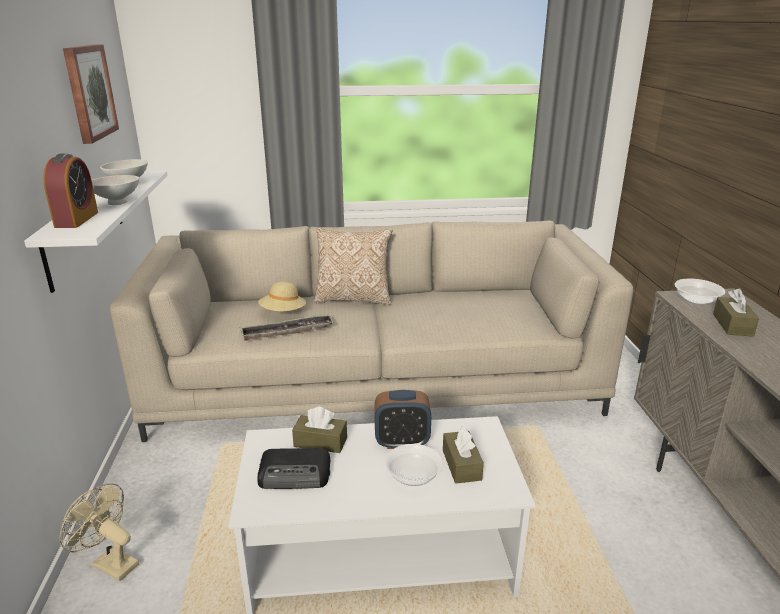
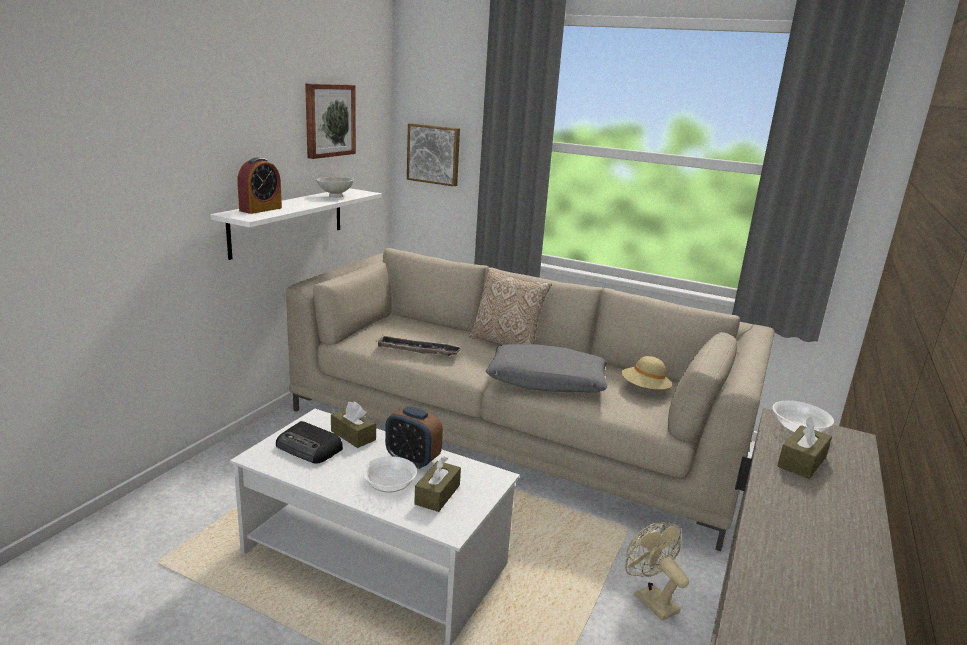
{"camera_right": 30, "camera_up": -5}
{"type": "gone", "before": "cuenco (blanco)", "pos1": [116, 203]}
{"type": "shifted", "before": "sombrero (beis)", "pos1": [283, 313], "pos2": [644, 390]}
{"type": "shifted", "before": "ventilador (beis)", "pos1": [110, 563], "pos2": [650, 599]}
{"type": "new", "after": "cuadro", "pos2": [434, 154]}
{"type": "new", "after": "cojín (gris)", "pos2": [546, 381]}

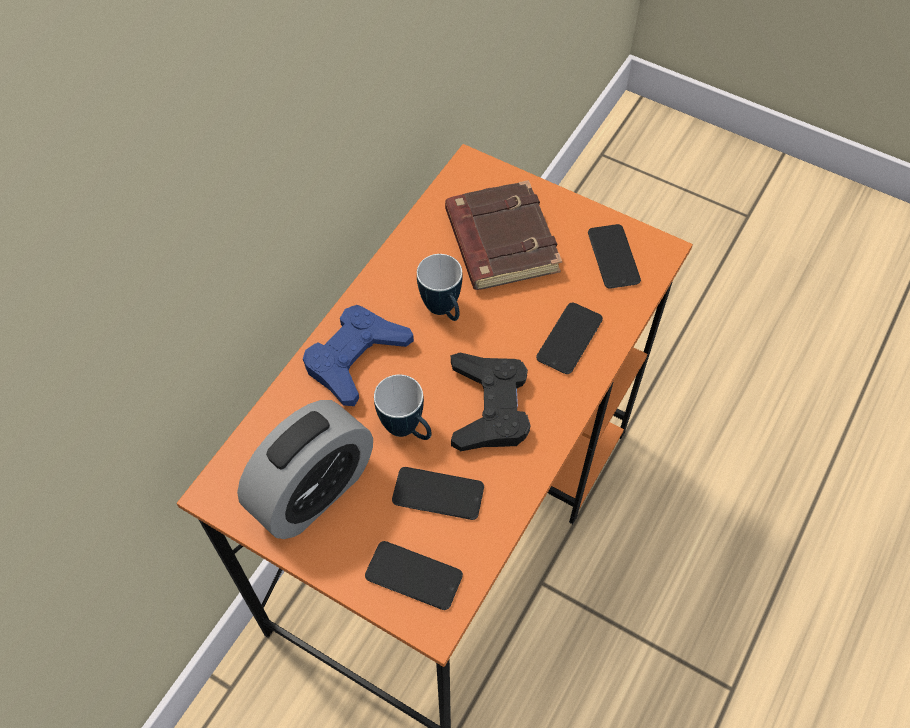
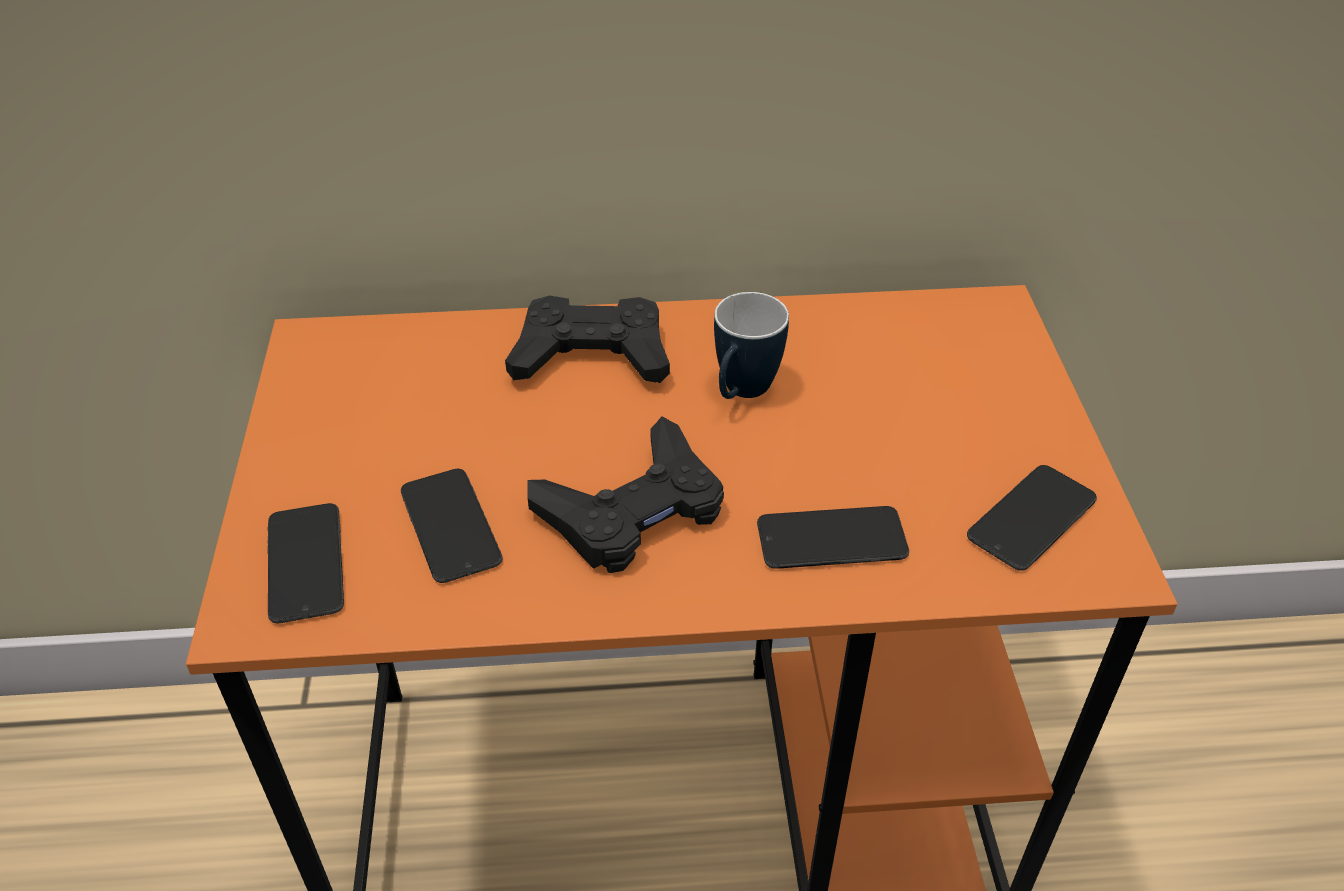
{"camera_right": 55, "camera_up": -15}
{"type": "gone", "before": "libro (marrón)", "pos1": [499, 241]}
{"type": "repainted", "before": "mando de consola (azul)", "after": "mando de consola (negro)", "pos1": [356, 358], "pos2": [591, 354]}
{"type": "gone", "before": "taza grande", "pos1": [408, 431]}
{"type": "gone", "before": "despertador", "pos1": [313, 491]}

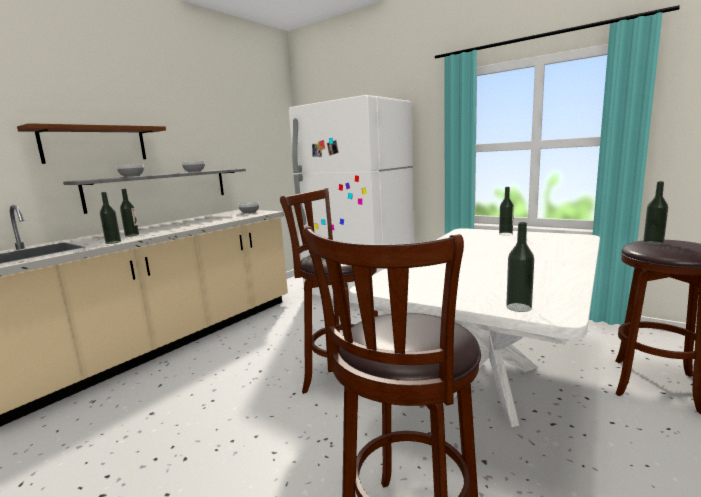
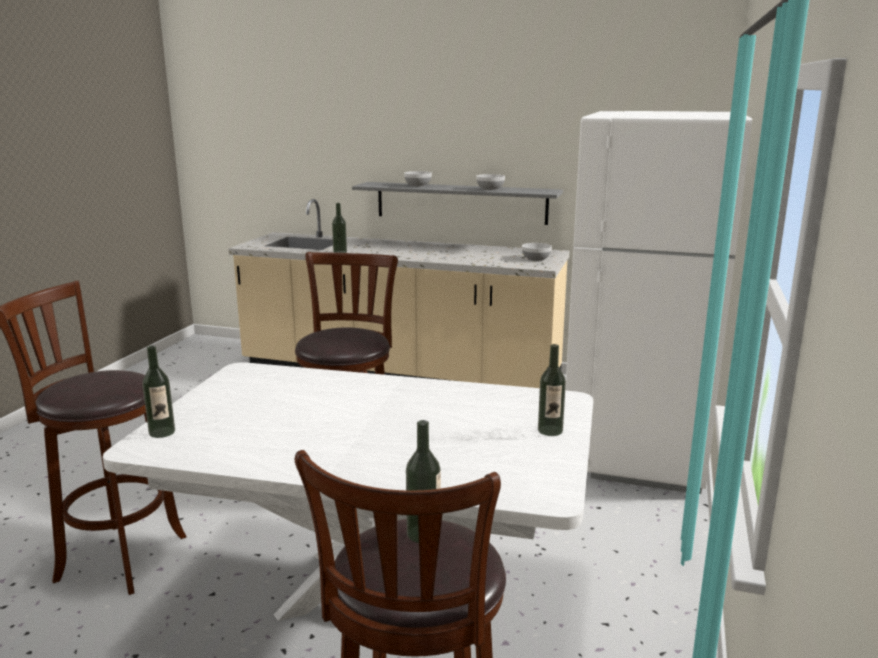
{"camera_right": 70, "camera_up": 5}
{"type": "gone", "before": "estante (marrón)", "pos1": [95, 144]}
{"type": "gone", "before": "botella", "pos1": [132, 235]}

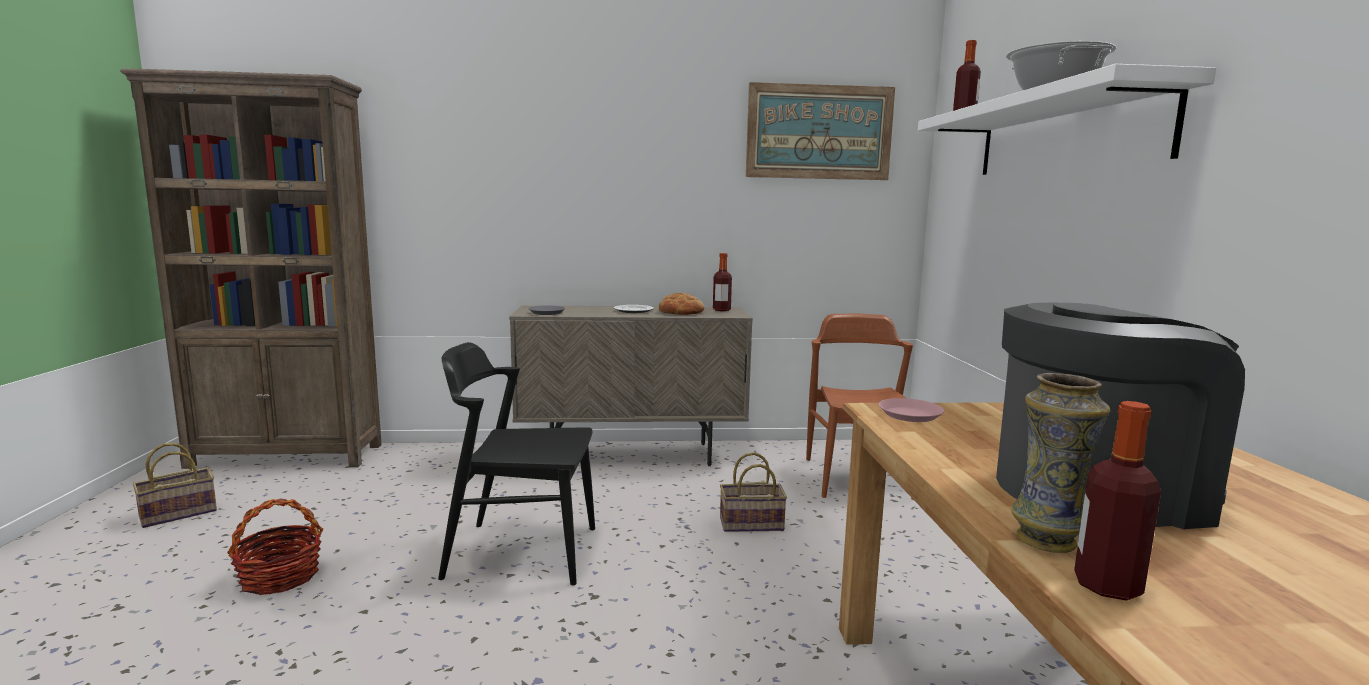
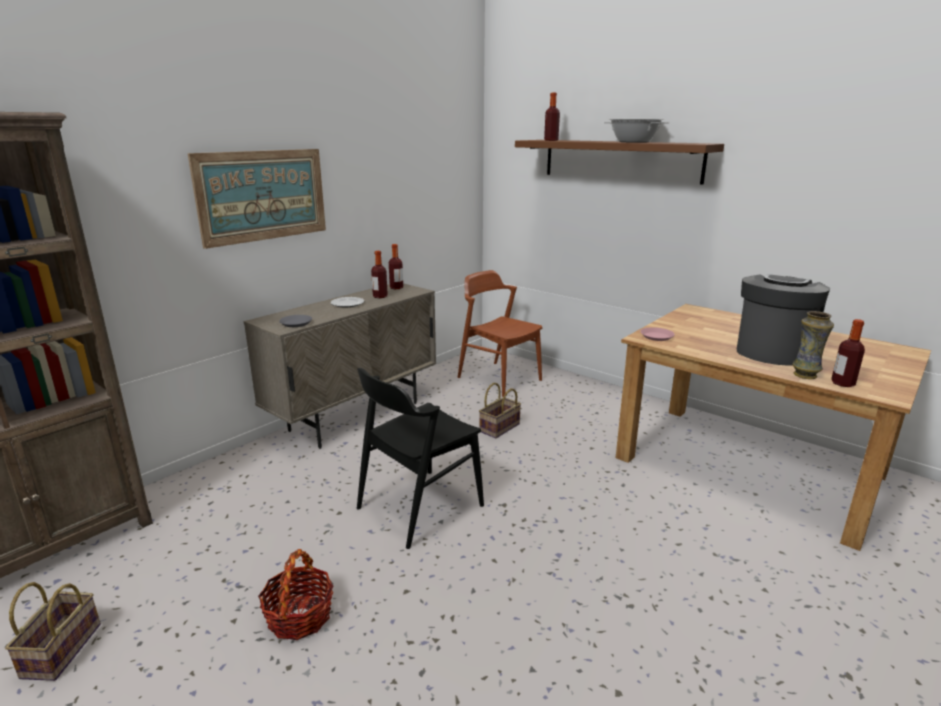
{"camera_right": -45, "camera_up": 10}
{"type": "repainted", "before": "estante (blanco)", "after": "estante (marrón)", "pos1": [1064, 135], "pos2": [620, 160]}
{"type": "shifted", "before": "cuadro", "pos1": [819, 132], "pos2": [263, 195]}
{"type": "swapped", "before": "pan", "after": "botella", "pos1": [681, 312], "pos2": [380, 296]}

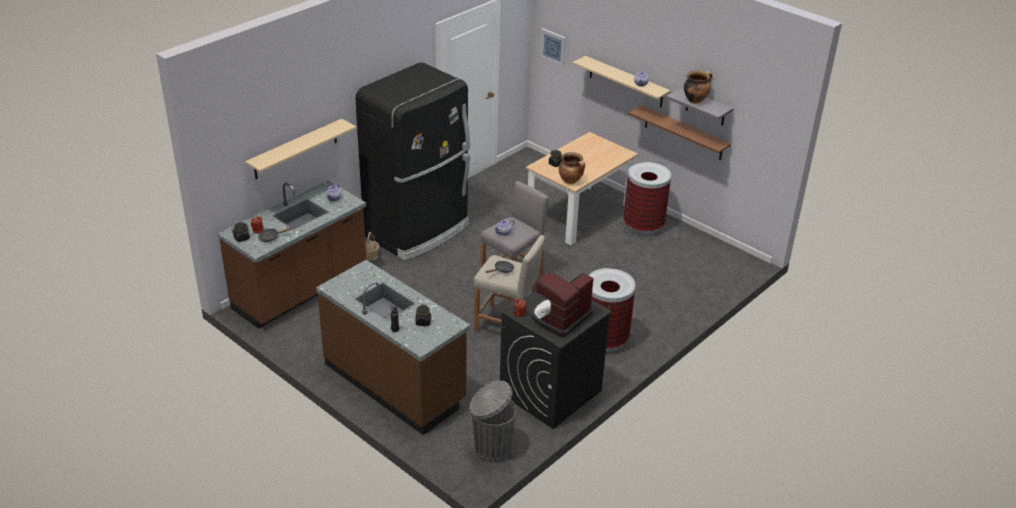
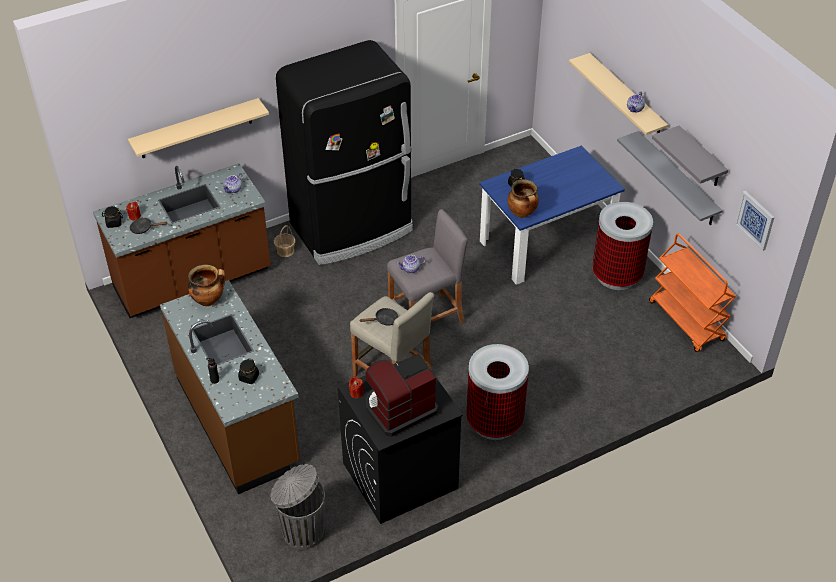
{"camera_right": 20, "camera_up": 10}
{"type": "shifted", "before": "cuadro", "pos1": [553, 47], "pos2": [755, 220]}
{"type": "shifted", "before": "olla", "pos1": [695, 100], "pos2": [209, 300]}
{"type": "repainted", "before": "estante (marrón)", "after": "estante (gris)", "pos1": [683, 133], "pos2": [677, 179]}
{"type": "repainted", "before": "mesa de comedor (beis)", "after": "mesa de comedor (azul)", "pos1": [578, 215], "pos2": [545, 244]}
{"type": "new", "after": "carrito (naranja)", "pos2": [687, 321]}

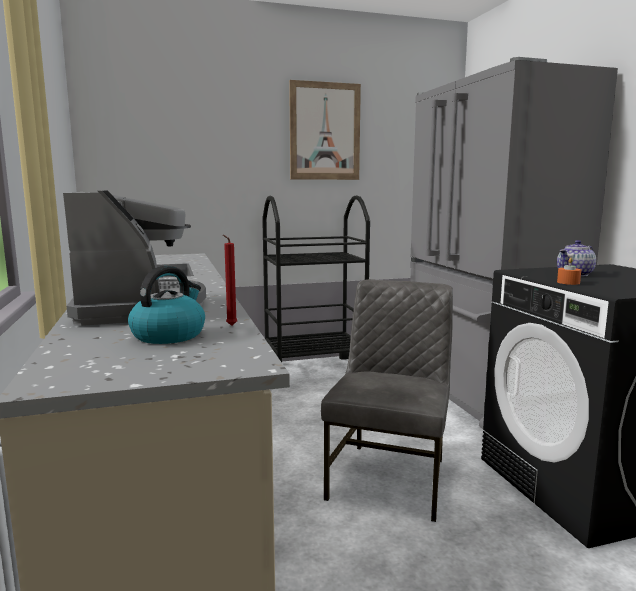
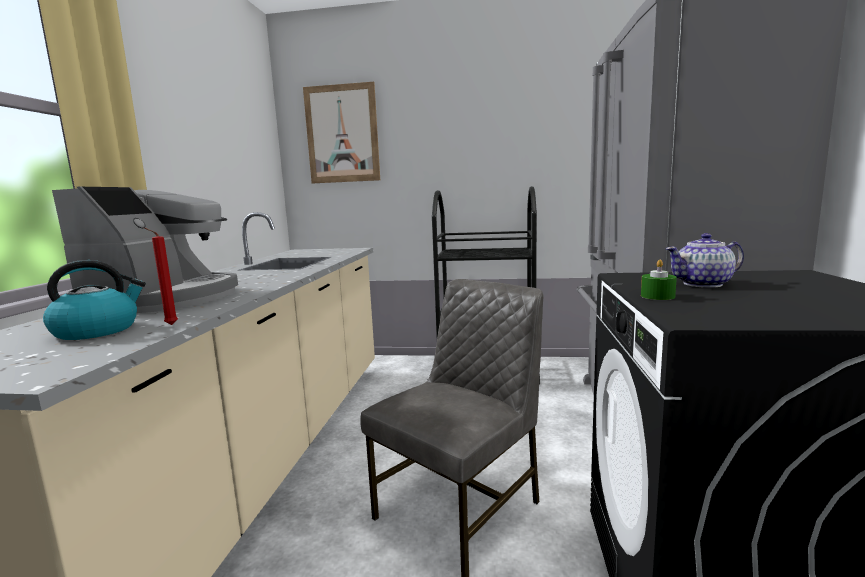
{"camera_right": 25, "camera_up": 0}
{"type": "shifted", "before": "cuadro", "pos1": [325, 131], "pos2": [342, 134]}
{"type": "repainted", "before": "vela (naranja)", "after": "vela (verde)", "pos1": [568, 282], "pos2": [657, 296]}

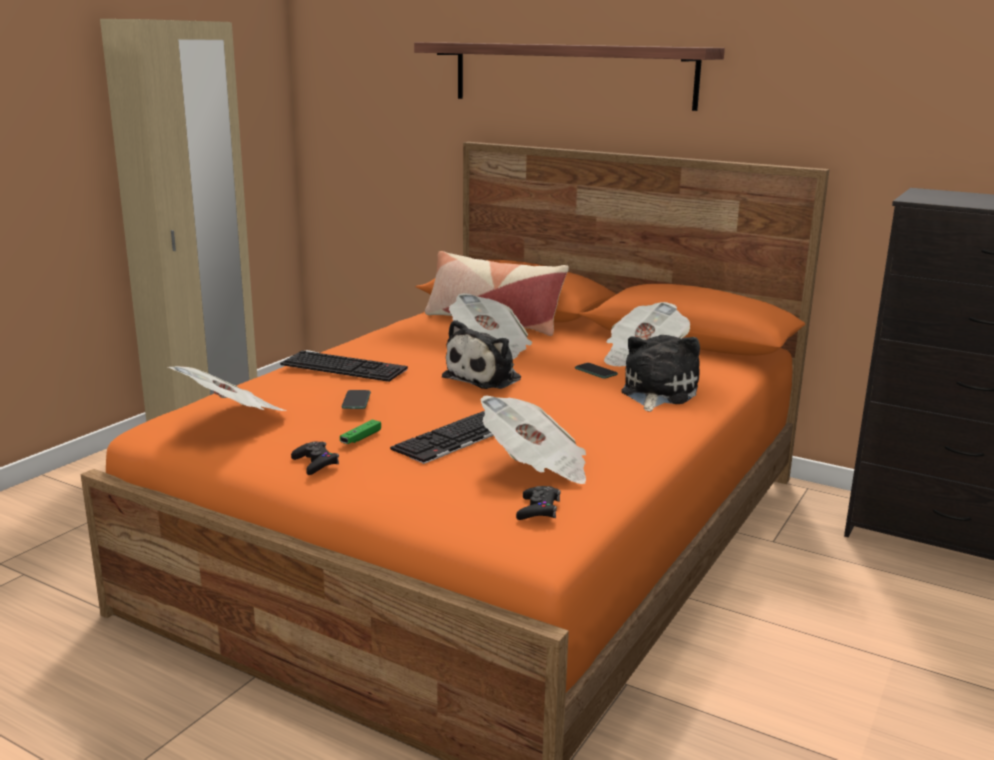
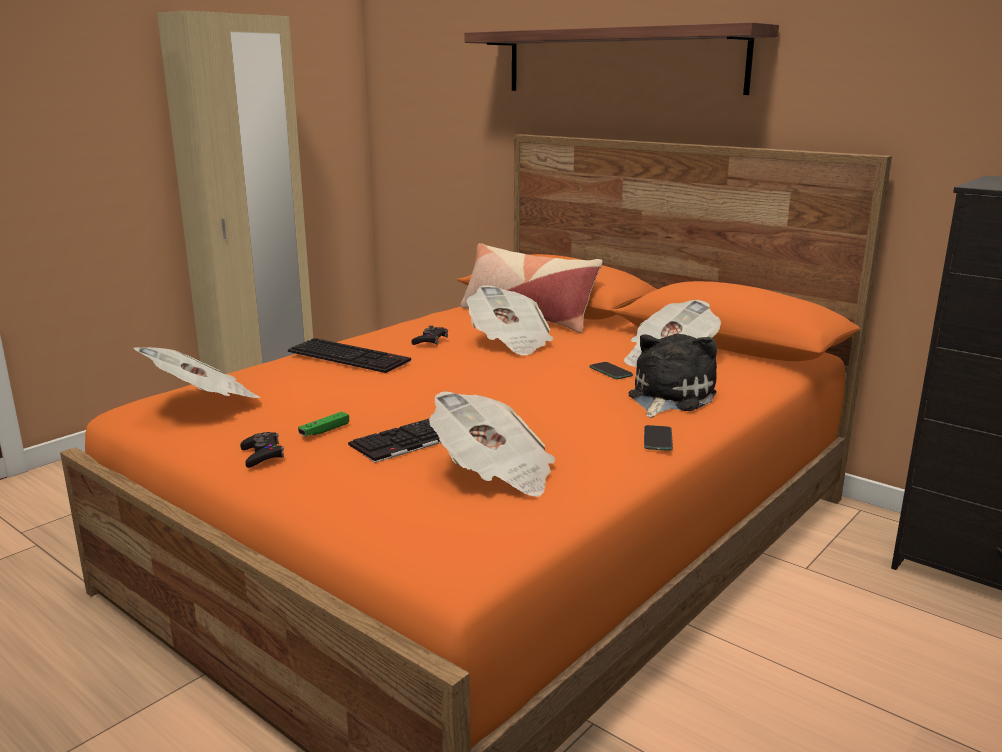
{"camera_right": 10, "camera_up": 0}
{"type": "gone", "before": "peluche", "pos1": [486, 377]}
{"type": "shifted", "before": "móvil", "pos1": [356, 400], "pos2": [658, 439]}
{"type": "shifted", "before": "mando de consola (negro)", "pos1": [538, 509], "pos2": [430, 341]}

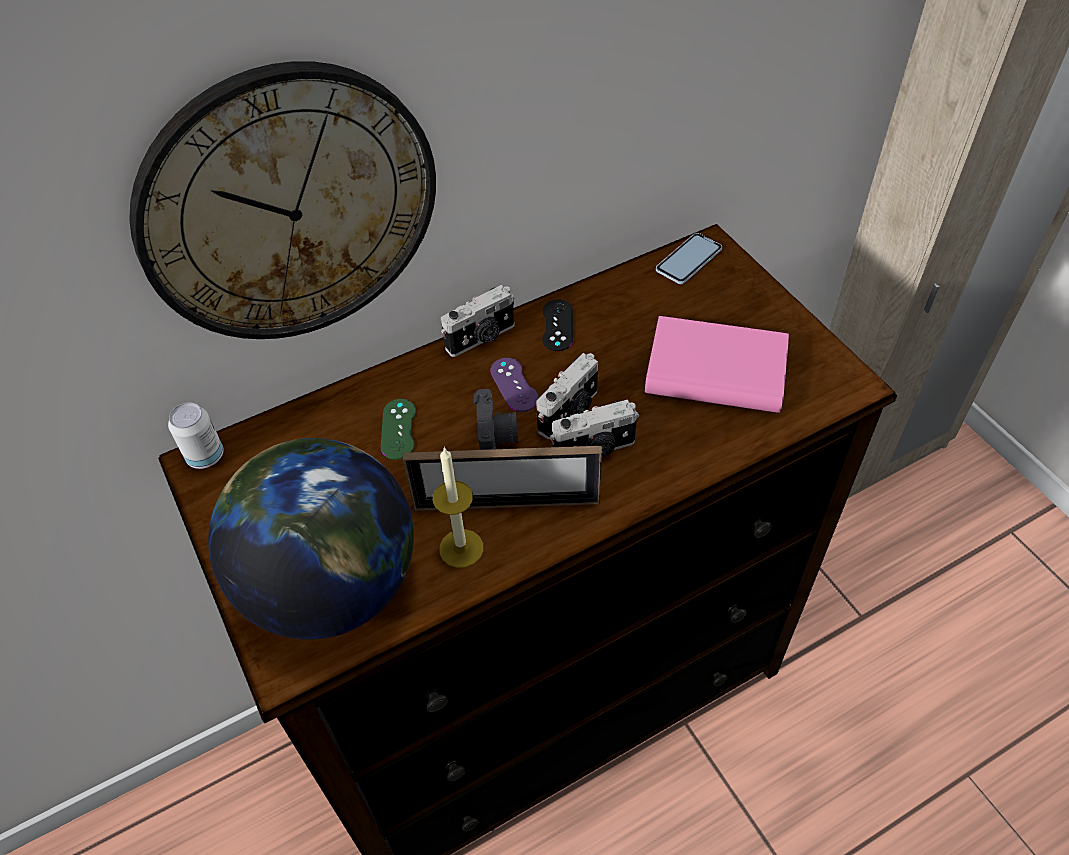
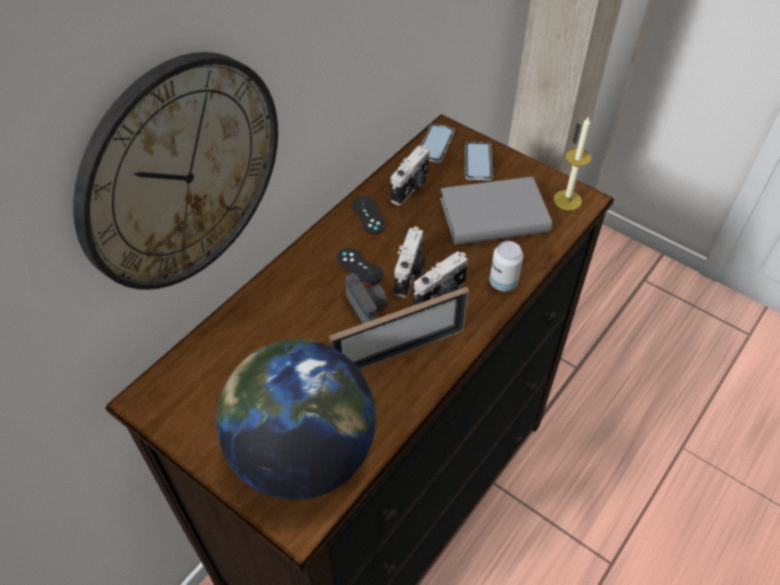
{"camera_right": -25, "camera_up": 0}
{"type": "shifted", "before": "cámara", "pos1": [482, 338], "pos2": [411, 188]}
{"type": "repainted", "before": "libro (rosa)", "after": "libro (gris)", "pos1": [716, 371], "pos2": [494, 216]}
{"type": "repainted", "before": "mando de consola (morado)", "after": "mando de consola (negro)", "pos1": [514, 385], "pos2": [359, 266]}
{"type": "gone", "before": "mando de consola (verde)", "pos1": [398, 429]}
{"type": "shifted", "before": "lata", "pos1": [205, 456], "pos2": [503, 282]}
{"type": "shifted", "before": "vela", "pos1": [461, 548], "pos2": [567, 200]}
{"type": "new", "after": "móvil", "pos2": [478, 162]}

